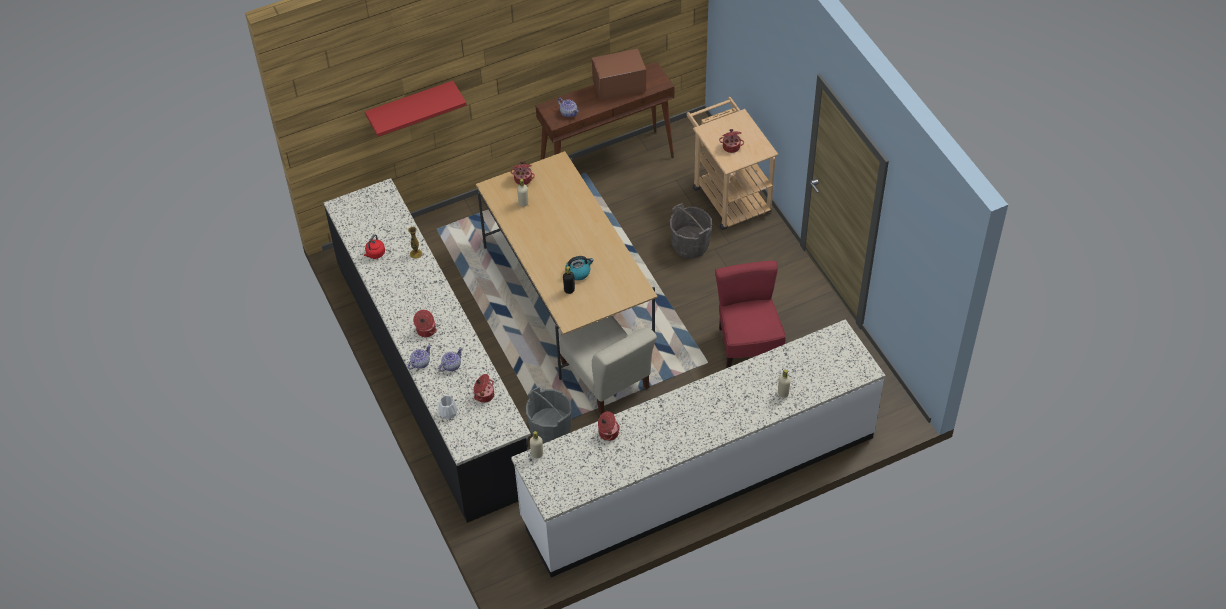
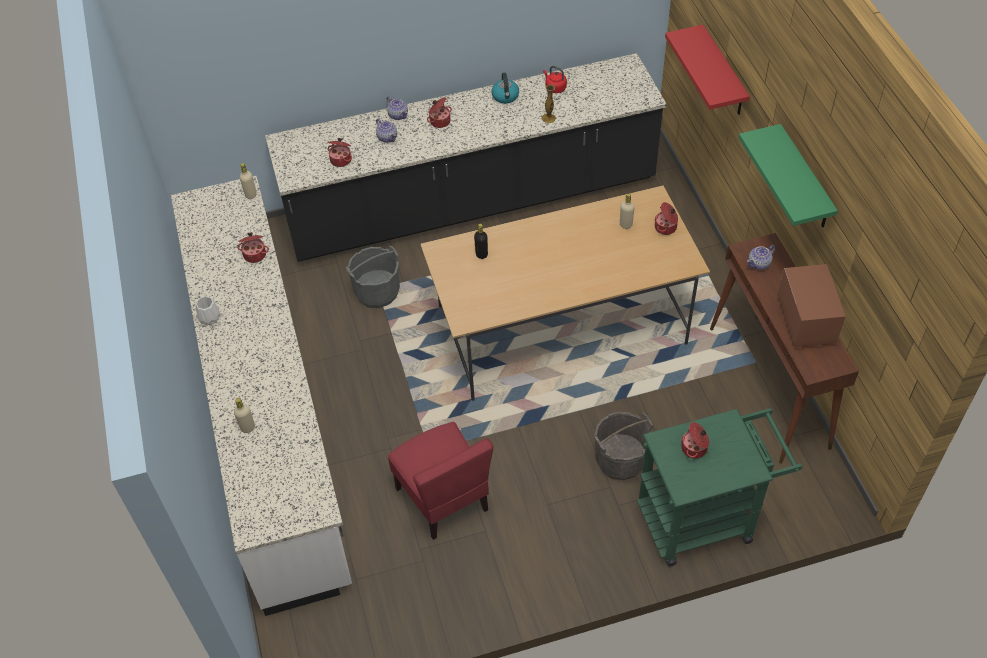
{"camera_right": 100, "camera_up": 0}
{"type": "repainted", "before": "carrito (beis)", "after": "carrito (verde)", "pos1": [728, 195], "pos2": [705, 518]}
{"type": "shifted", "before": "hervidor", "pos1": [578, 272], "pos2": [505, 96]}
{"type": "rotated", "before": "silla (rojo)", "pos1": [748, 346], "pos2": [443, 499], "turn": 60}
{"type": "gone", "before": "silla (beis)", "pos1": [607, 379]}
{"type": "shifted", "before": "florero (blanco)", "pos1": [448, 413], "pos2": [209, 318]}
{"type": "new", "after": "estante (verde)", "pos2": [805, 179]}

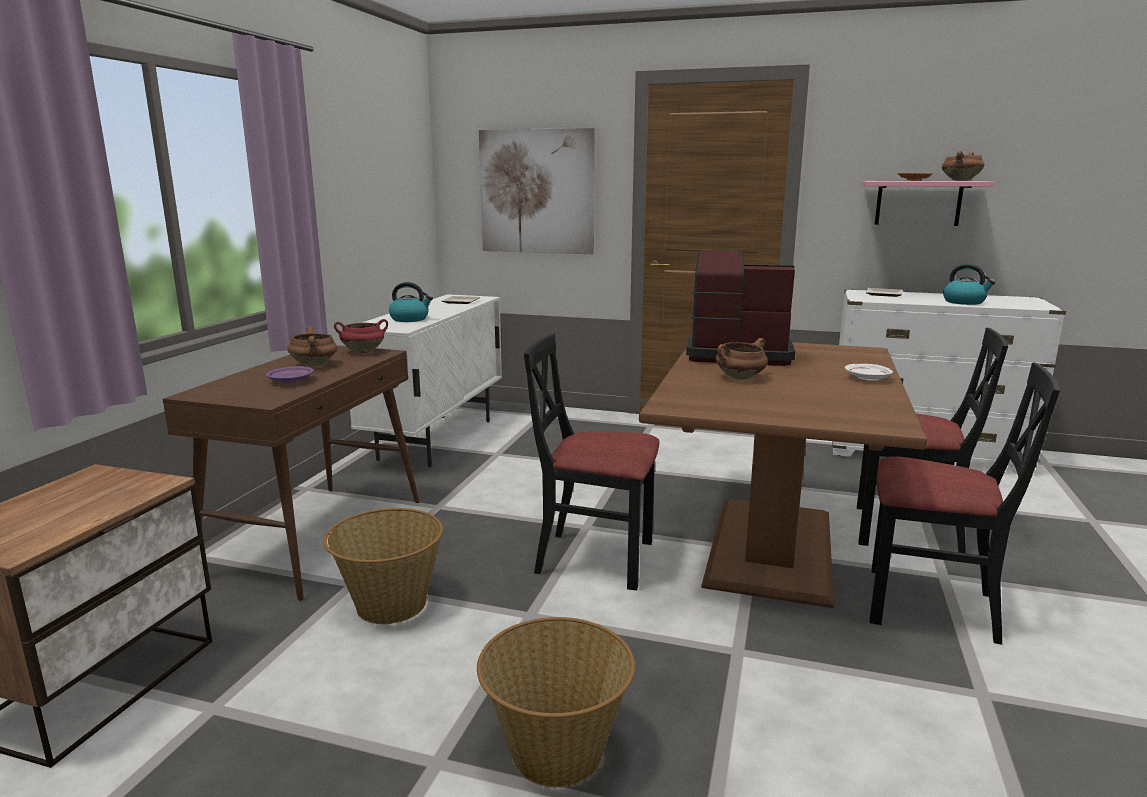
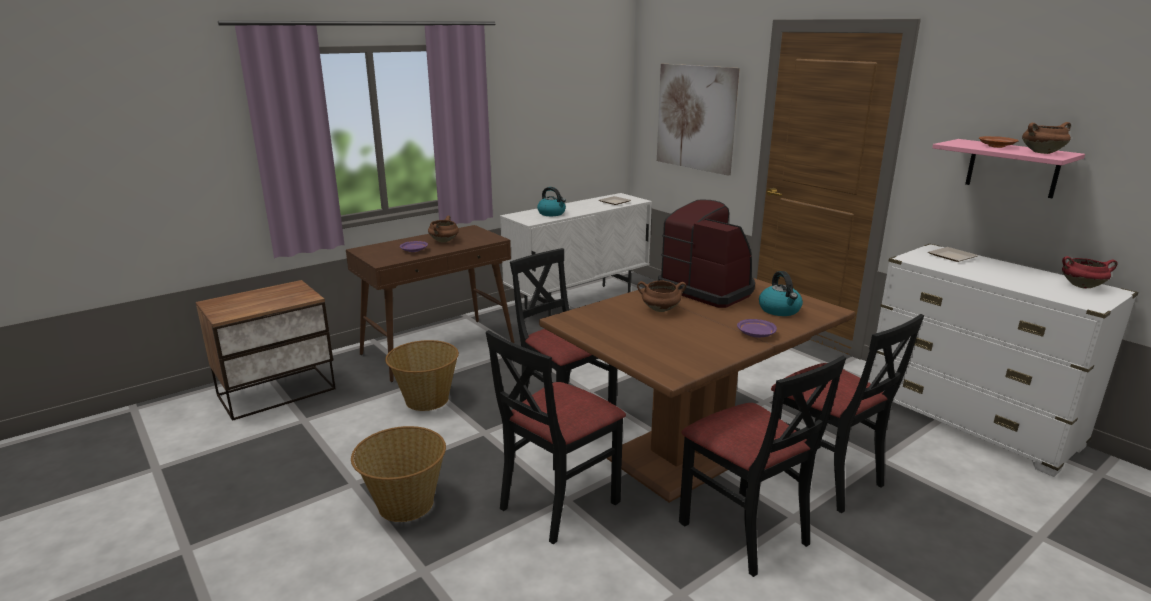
{"camera_right": 35, "camera_up": 5}
{"type": "shifted", "before": "hervidor", "pos1": [964, 302], "pos2": [780, 310]}
{"type": "shifted", "before": "olla (rojo)", "pos1": [363, 352], "pos2": [1082, 286]}
{"type": "repainted", "before": "plato (blanco)", "after": "plato (morado)", "pos1": [867, 378], "pos2": [755, 334]}
{"type": "new", "after": "silla (negro)", "pos2": [558, 503]}

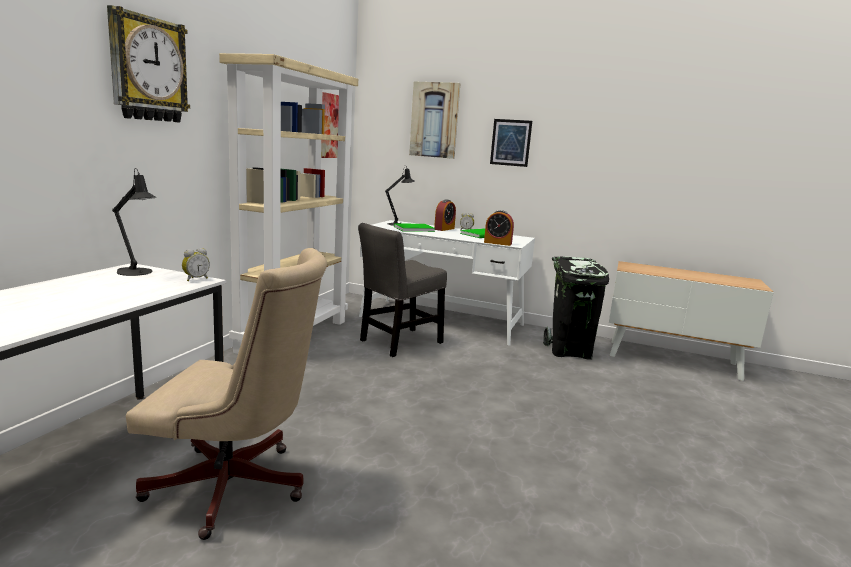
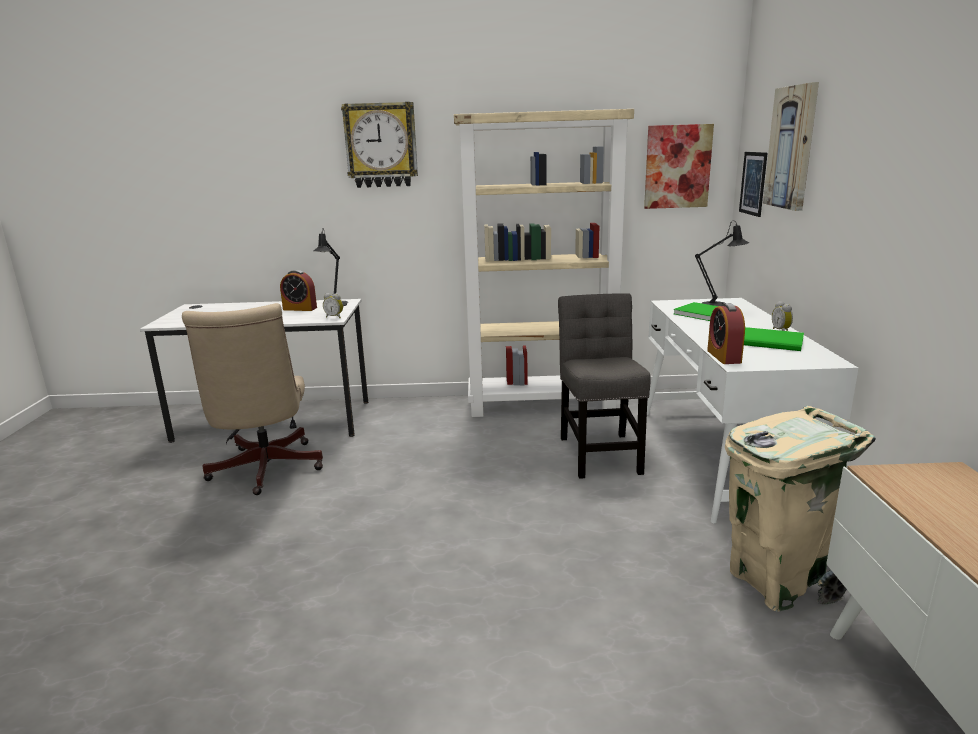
{"camera_right": 70, "camera_up": 5}
{"type": "shifted", "before": "cuadro", "pos1": [510, 142], "pos2": [753, 183]}
{"type": "shifted", "before": "despertador", "pos1": [444, 229], "pos2": [300, 309]}
{"type": "rotated", "before": "silla (gris)", "pos1": [398, 343], "pos2": [600, 452], "turn": 60}
{"type": "repainted", "before": "papelera (negro)", "after": "papelera (beis)", "pos1": [569, 351], "pos2": [776, 582]}

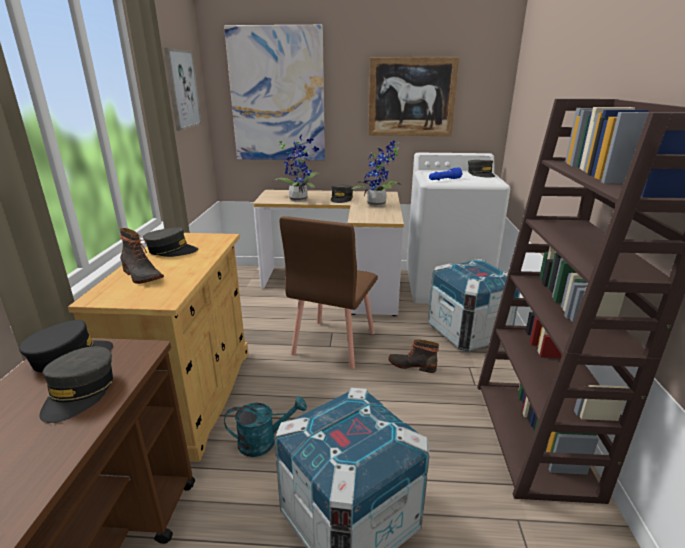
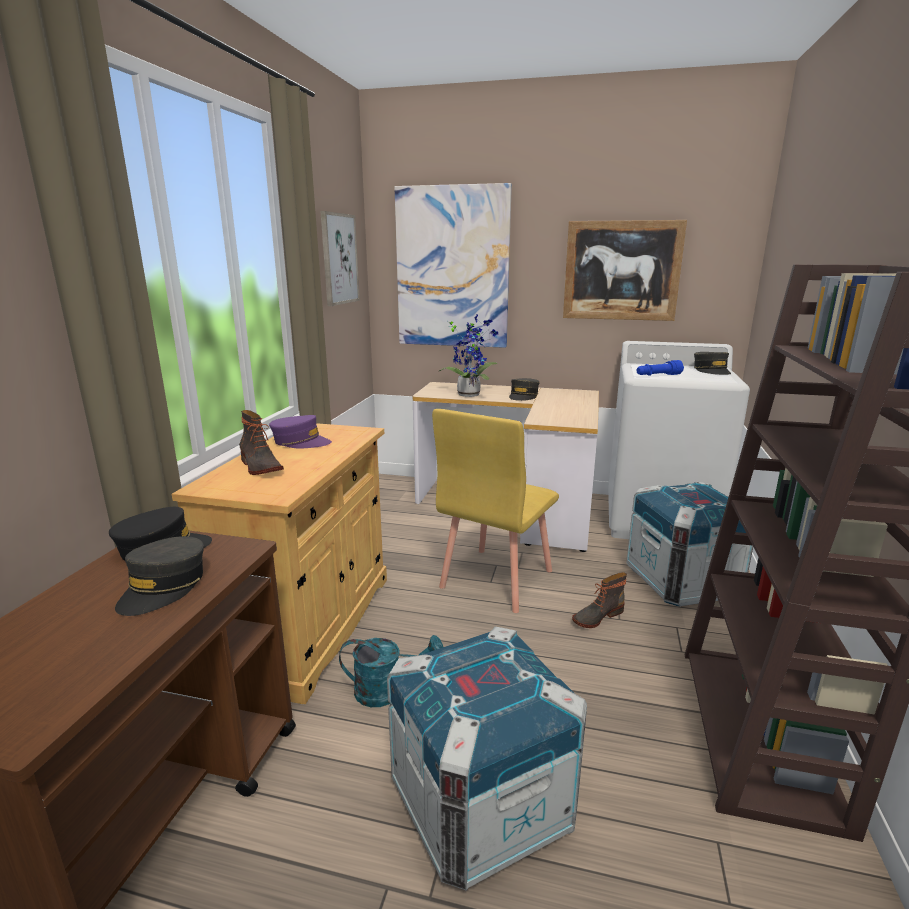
{"camera_right": 10, "camera_up": -5}
{"type": "gone", "before": "planta en maceta", "pos1": [378, 205]}
{"type": "repainted", "before": "silla (marrón)", "after": "silla (amarillo)", "pos1": [333, 343], "pos2": [495, 579]}
{"type": "repainted", "before": "gorra (gris)", "after": "gorra (morado)", "pos1": [171, 250], "pos2": [300, 442]}
{"type": "rotated", "before": "bota", "pos1": [412, 365], "pos2": [597, 616], "turn": -60}

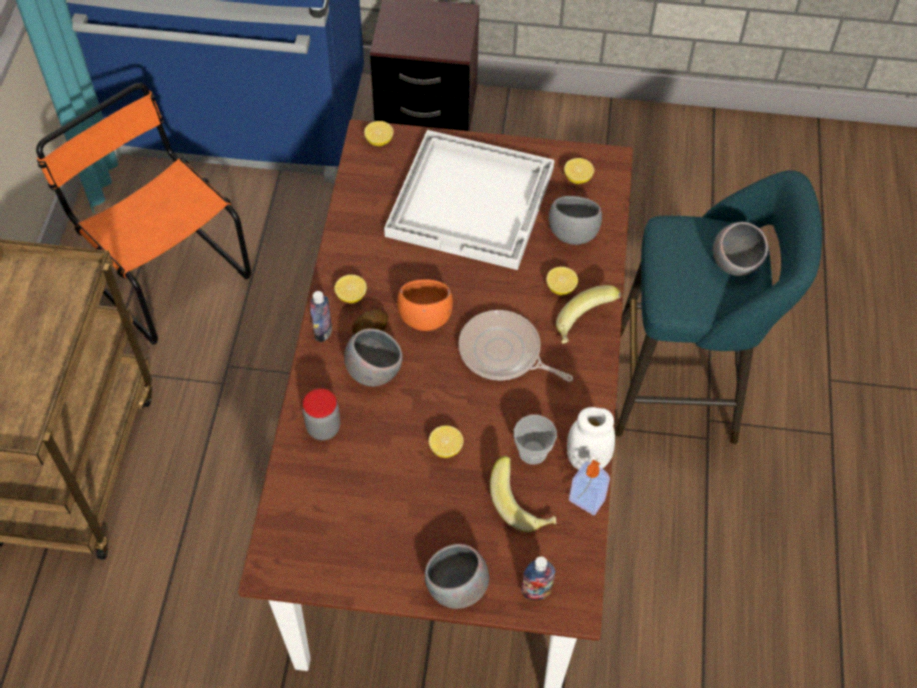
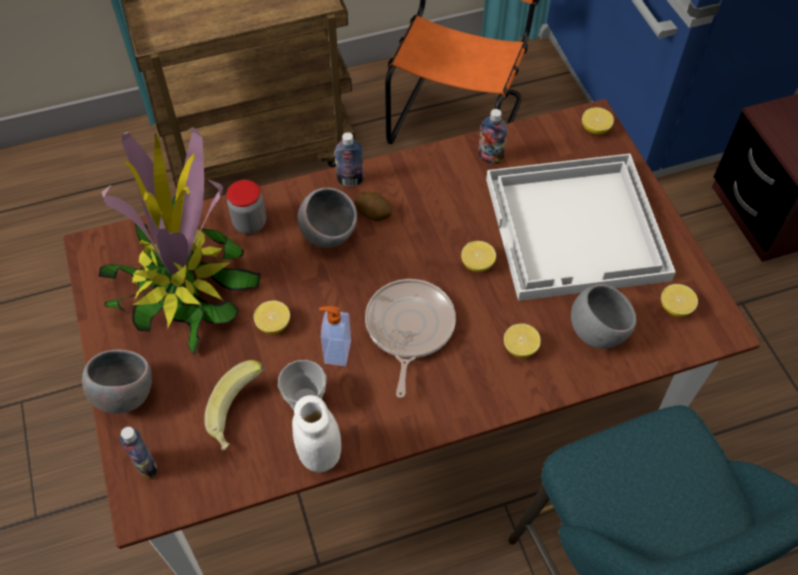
{"camera_right": 65, "camera_up": 0}
{"type": "gone", "before": "cuenco (gris)", "pos1": [735, 264]}
{"type": "shifted", "before": "limón", "pos1": [351, 296], "pos2": [477, 264]}
{"type": "gone", "before": "cuenco (naranja)", "pos1": [425, 319]}
{"type": "gone", "before": "plátano", "pos1": [585, 326]}
{"type": "shifted", "before": "dispensador de jabón", "pos1": [586, 501], "pos2": [336, 352]}
{"type": "new", "after": "botella", "pos2": [490, 157]}
{"type": "new", "after": "planta en maceta", "pos2": [184, 286]}

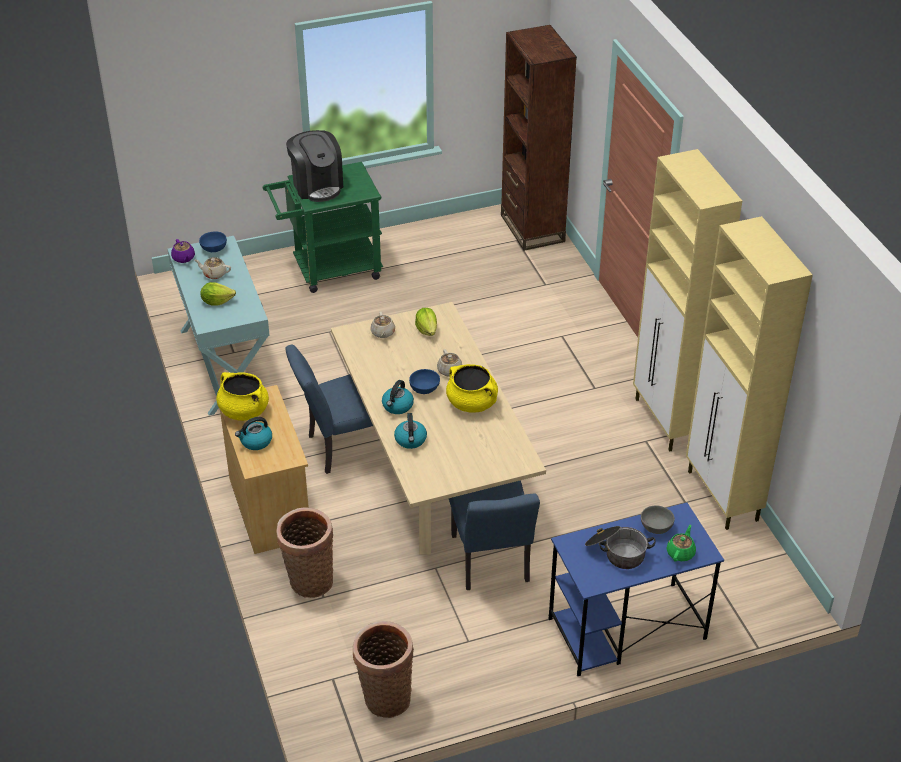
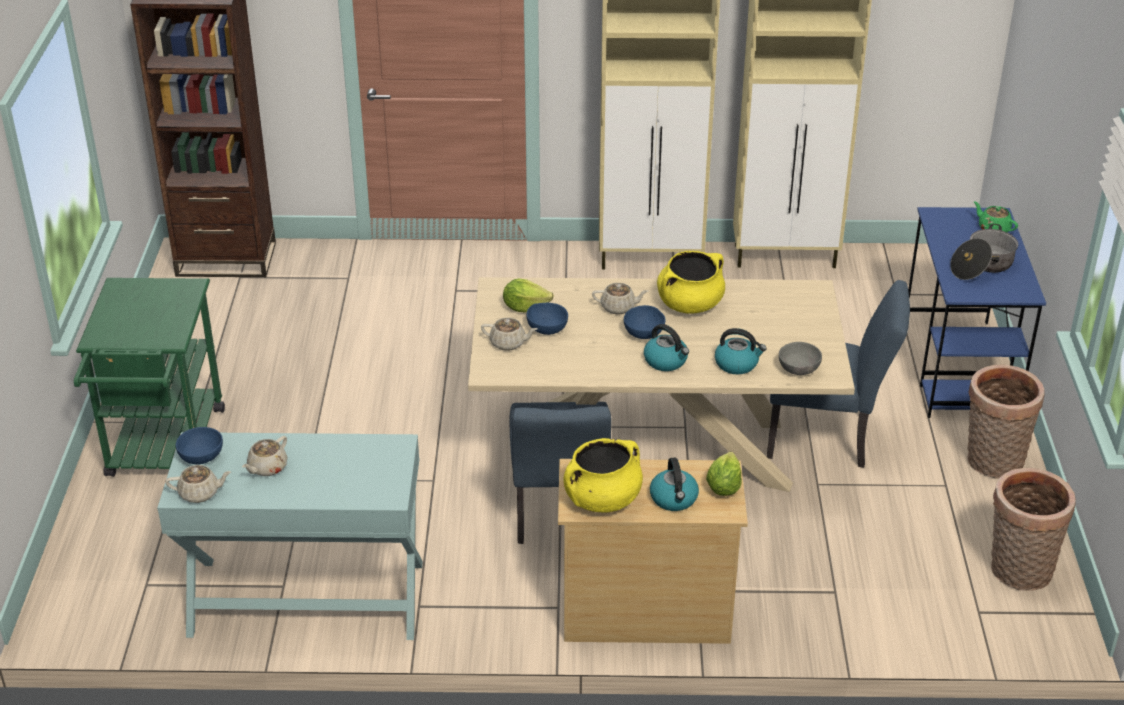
{"camera_right": -70, "camera_up": -5}
{"type": "gone", "before": "cafetera", "pos1": [317, 186]}
{"type": "repainted", "before": "tetera (morado)", "after": "tetera (beis)", "pos1": [183, 258], "pos2": [200, 493]}
{"type": "shifted", "before": "lechuga", "pos1": [217, 301], "pos2": [723, 487]}
{"type": "shifted", "before": "cuenco (gris)", "pos1": [655, 527], "pos2": [798, 370]}
{"type": "shifted", "before": "cesta", "pos1": [308, 580], "pos2": [992, 463]}
{"type": "new", "after": "cuenco (azul)", "pos2": [547, 329]}

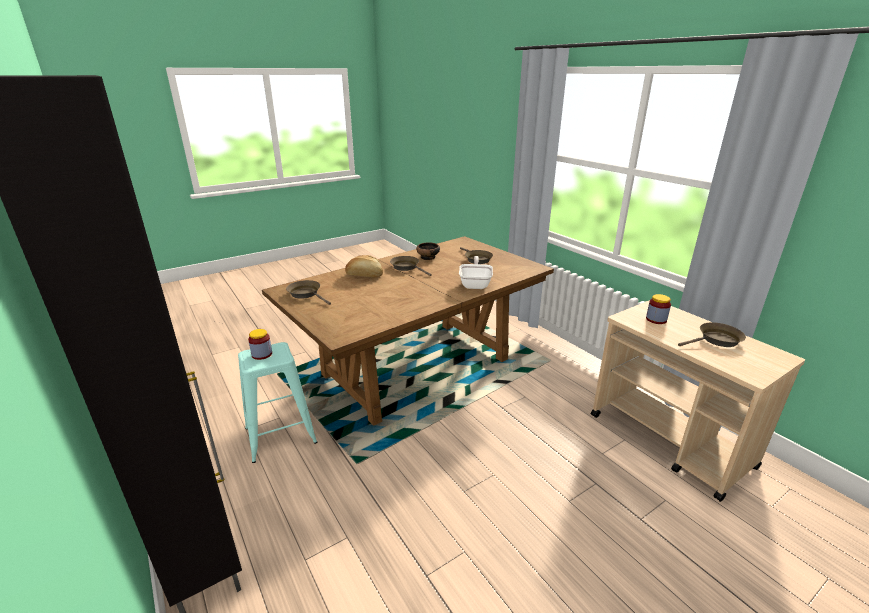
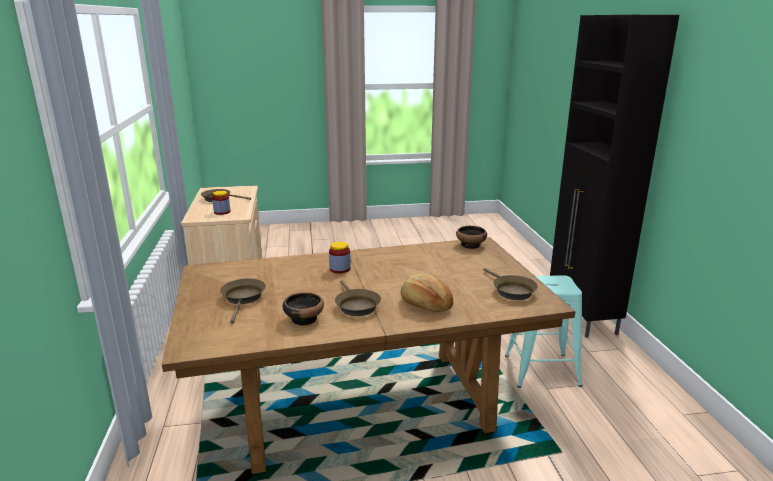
{"camera_right": -155, "camera_up": -5}
{"type": "gone", "before": "sartén", "pos1": [475, 284]}
{"type": "shifted", "before": "tarro", "pos1": [262, 354], "pos2": [340, 269]}
{"type": "new", "after": "cuenco", "pos2": [471, 245]}

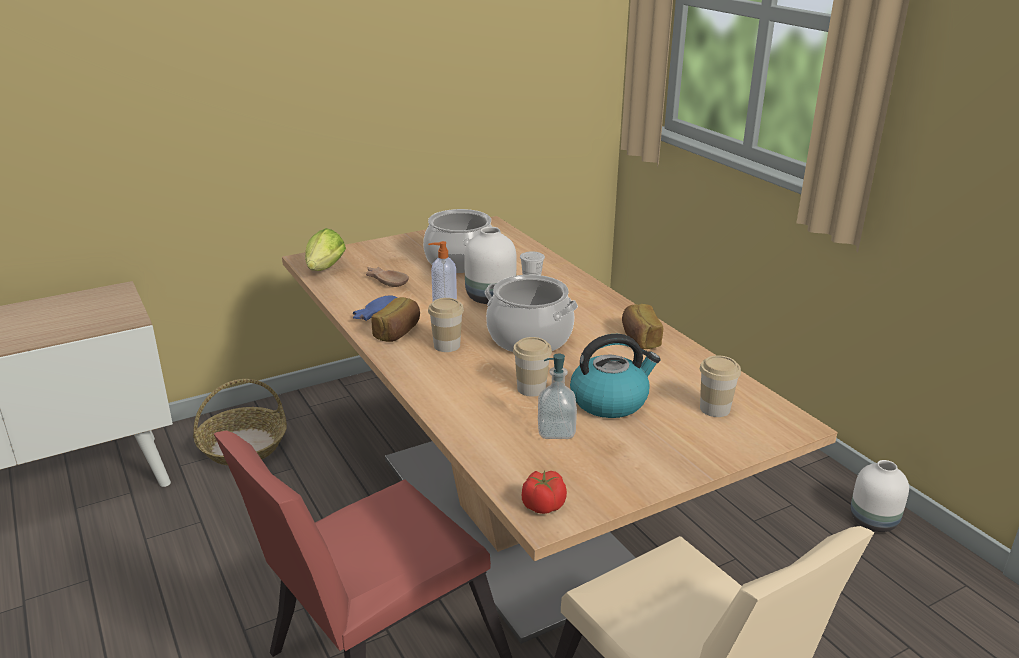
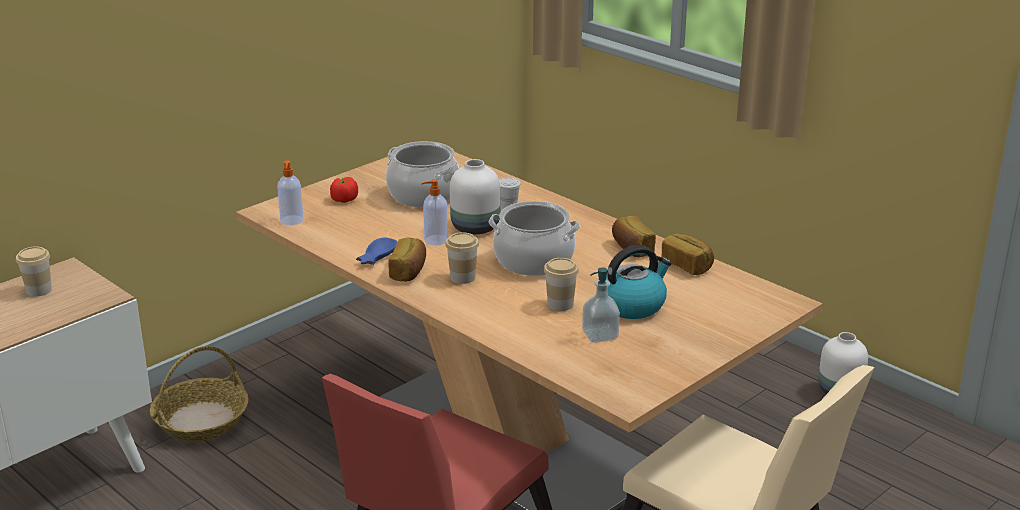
{"camera_right": -15, "camera_up": 0}
{"type": "swapped", "before": "lechuga", "after": "dispensador de jabón", "pos1": [323, 270], "pos2": [292, 221]}
{"type": "gone", "before": "cuenco (marrón)", "pos1": [387, 280]}
{"type": "shifted", "before": "taza", "pos1": [715, 409], "pos2": [39, 290]}
{"type": "shifted", "before": "tomate", "pos1": [543, 505], "pos2": [344, 199]}
{"type": "new", "after": "pan", "pos2": [687, 265]}

